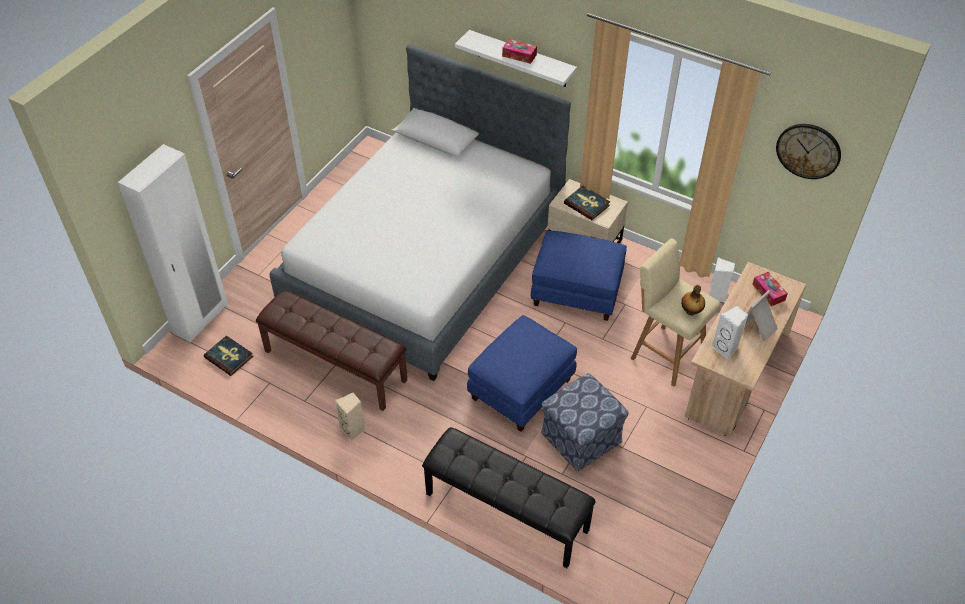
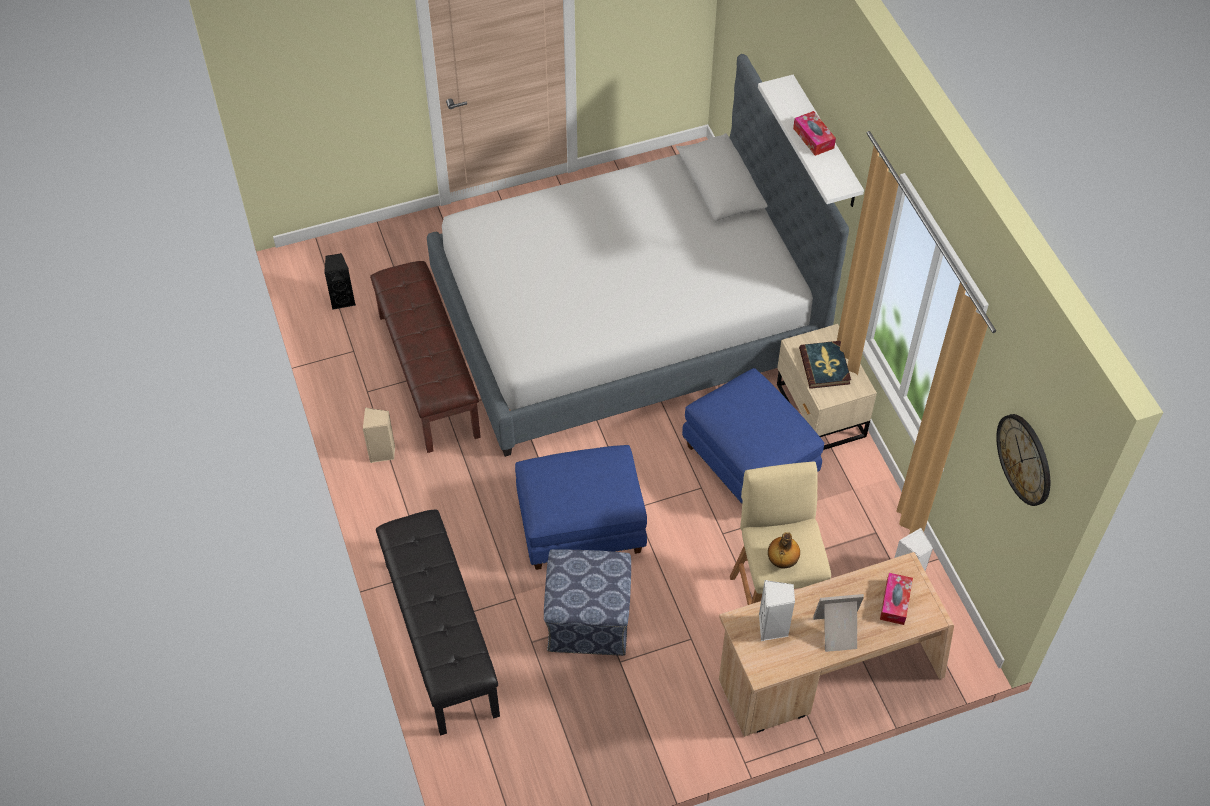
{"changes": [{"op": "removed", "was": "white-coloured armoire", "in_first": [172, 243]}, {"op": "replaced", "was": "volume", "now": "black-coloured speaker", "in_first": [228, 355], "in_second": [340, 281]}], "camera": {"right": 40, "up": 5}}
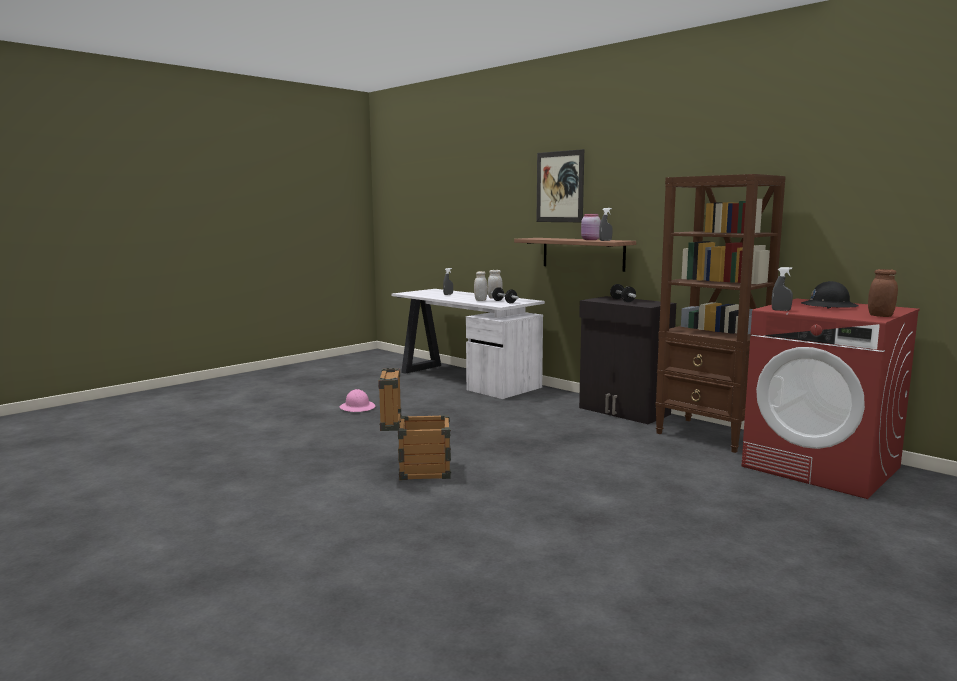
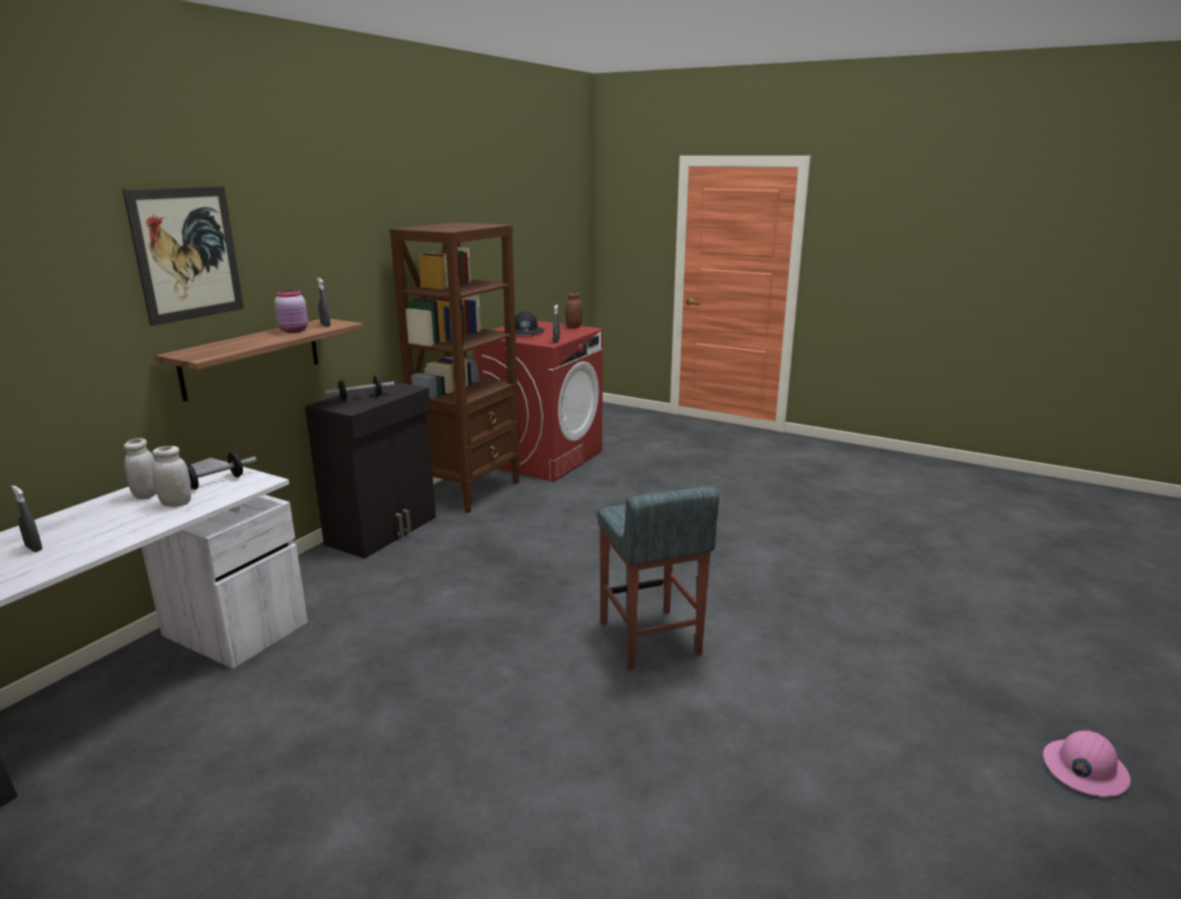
{"changes": [{"op": "moved", "was": "pinkish safety helmet", "in_first": [357, 400], "in_second": [1087, 764]}, {"op": "replaced", "was": "packing crate", "now": "gray stool", "in_first": [414, 424], "in_second": [658, 578]}], "camera": {"right": -105, "up": 10}}
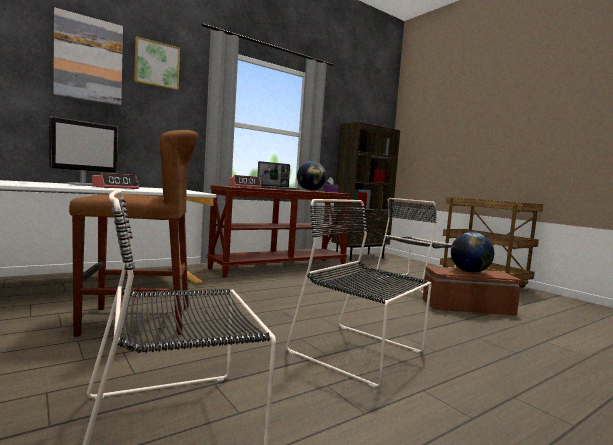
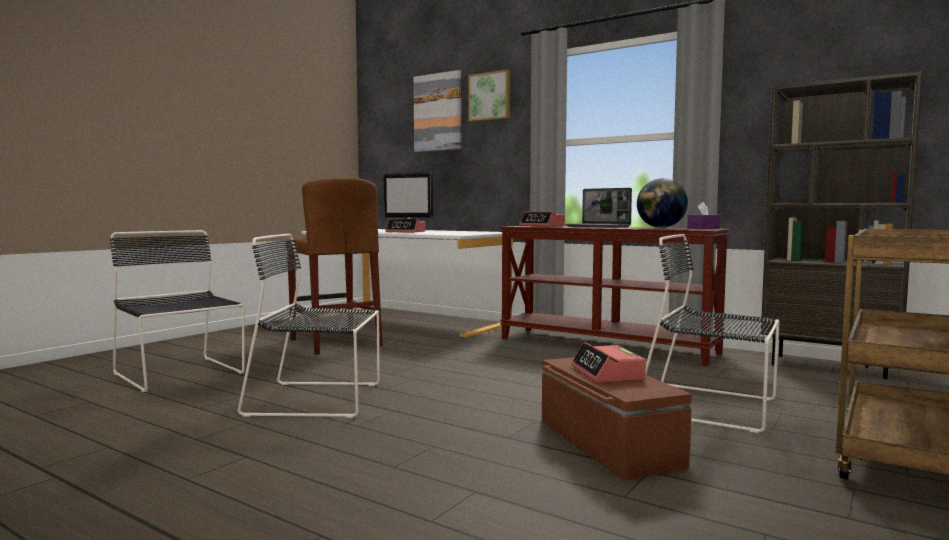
{"changes": [{"op": "replaced", "was": "globe", "now": "alarm clock", "in_first": [472, 252], "in_second": [608, 362]}, {"op": "turned", "was": "black-coloured upright chair", "in_first": [358, 293], "in_second": [309, 326], "clockwise": -105}], "camera": {"right": 70, "up": 0}}
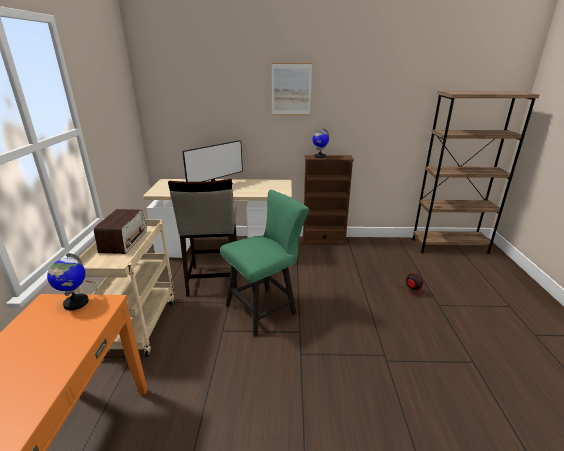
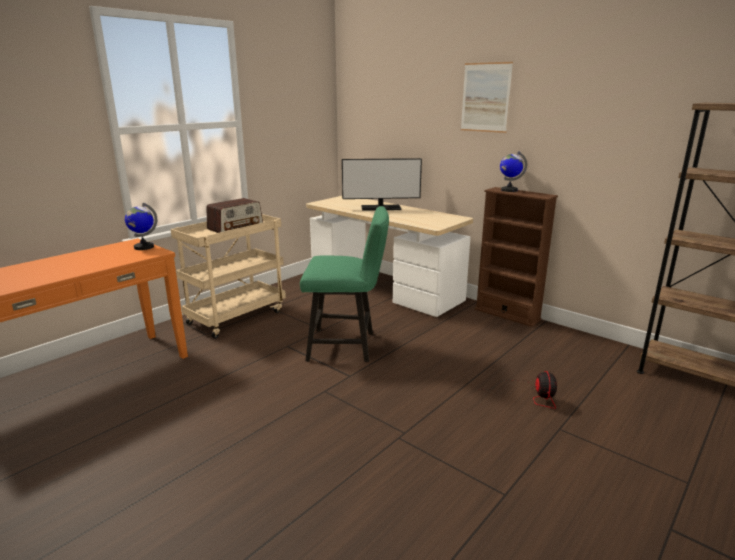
{"changes": [{"op": "removed", "was": "beige-coloured stool", "in_first": [202, 237]}], "camera": {"right": 40, "up": -5}}
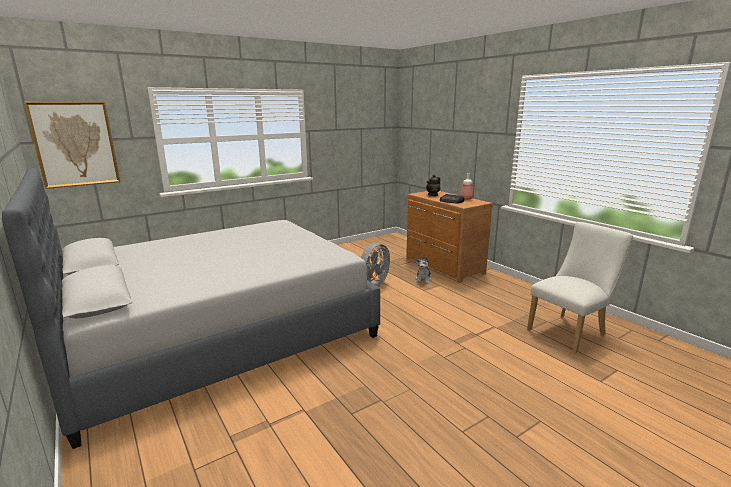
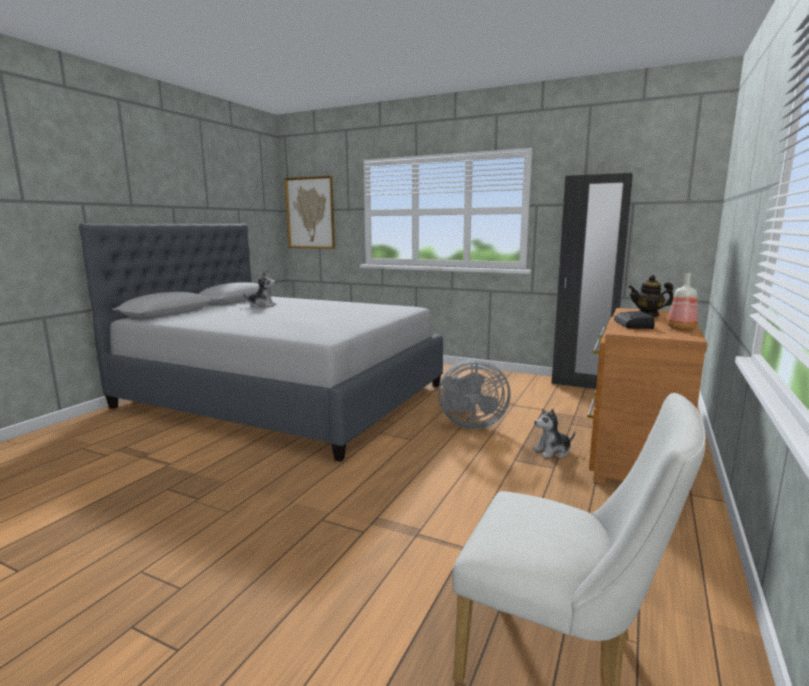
{"changes": [{"op": "added", "now": "soft toy", "in_second": [259, 290]}, {"op": "added", "now": "black-coloured armoire", "in_second": [592, 281]}], "camera": {"right": 60, "up": -5}}
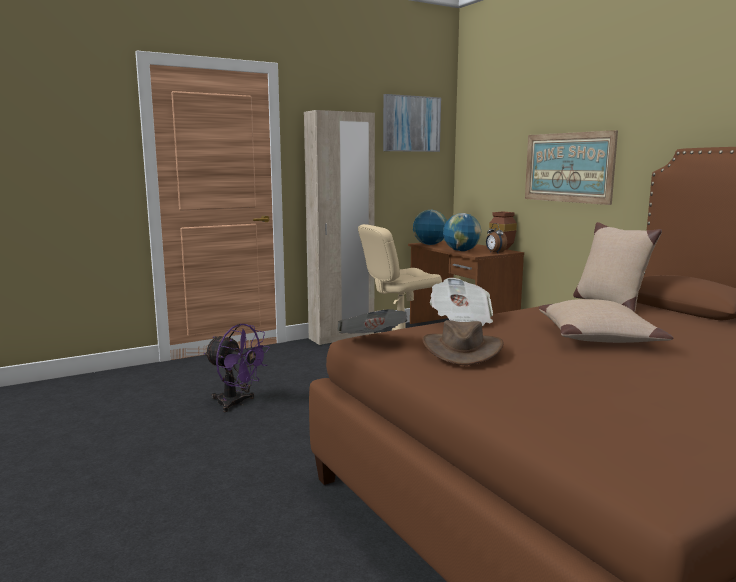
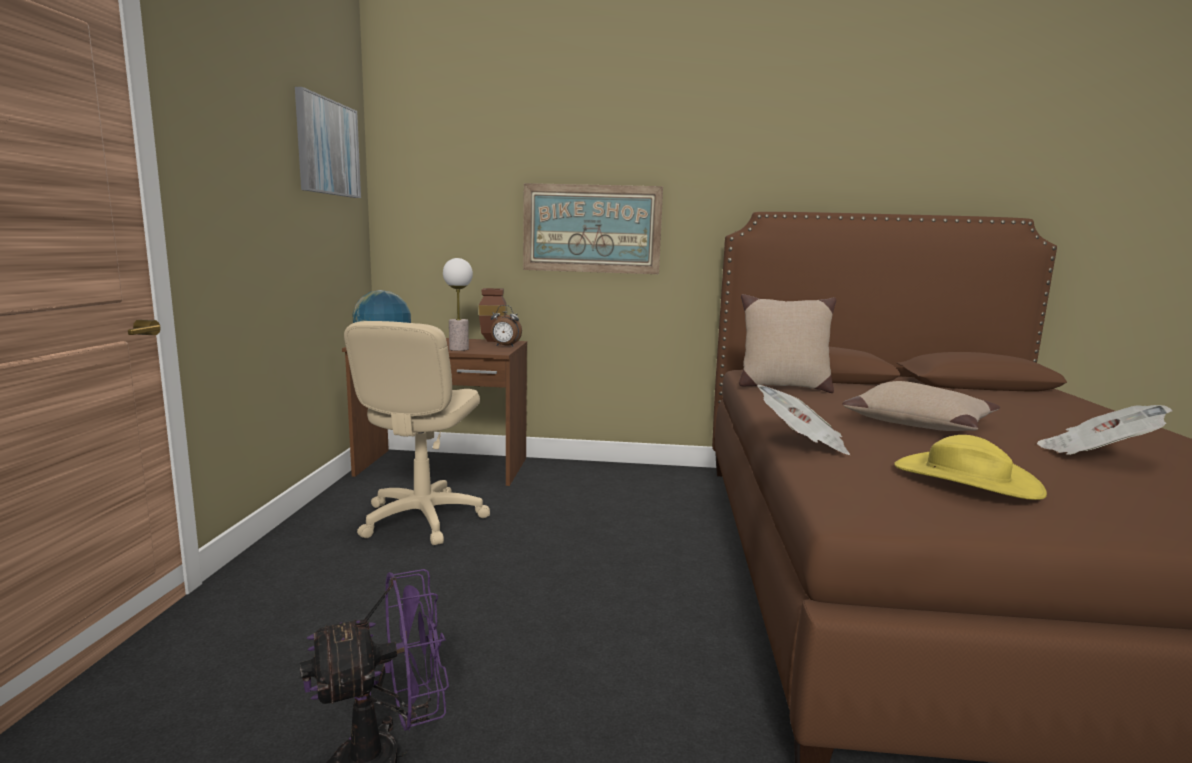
{"changes": [{"op": "removed", "was": "beige-coloured armoire", "in_first": [339, 227]}, {"op": "moved", "was": "daily paper", "in_first": [373, 321], "in_second": [1105, 430]}, {"op": "replaced", "was": "globe", "now": "table lamp", "in_first": [462, 232], "in_second": [458, 304]}, {"op": "recoloured", "was": "brown-coloured wearable hat", "now": "yellow wearable hat", "in_first": [462, 342], "in_second": [970, 467]}], "camera": {"right": -55, "up": 0}}
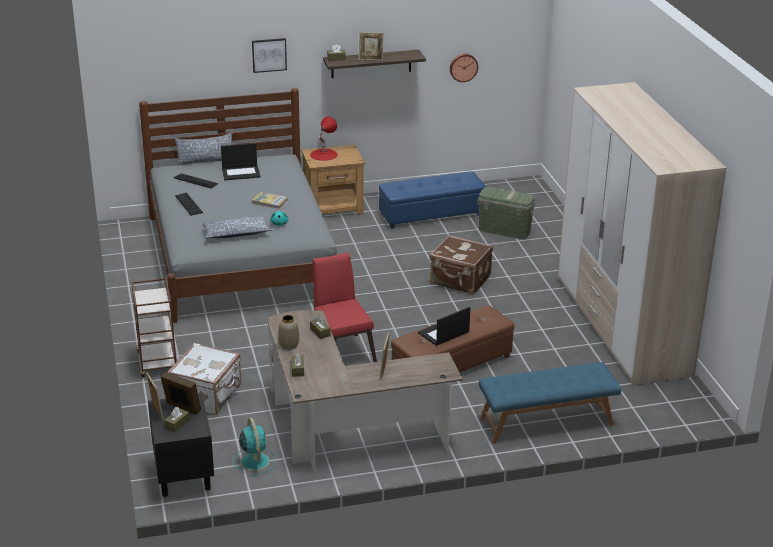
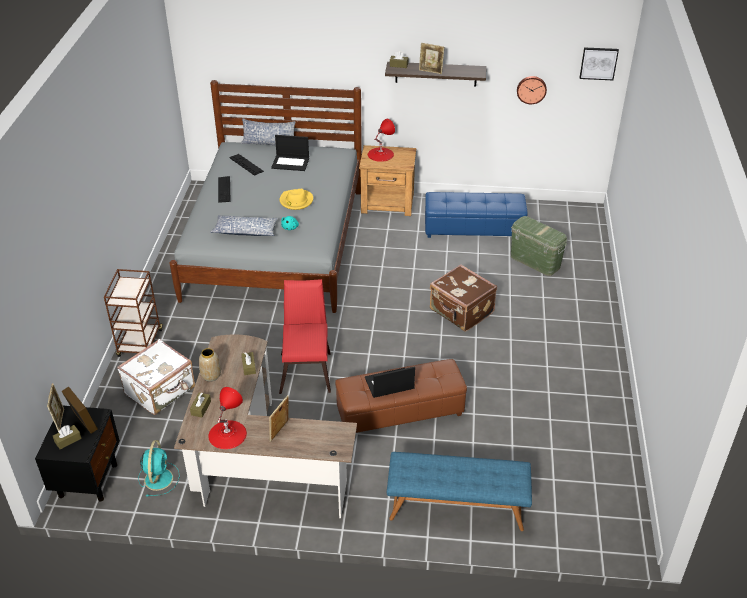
{"changes": [{"op": "removed", "was": "armoire", "in_first": [642, 233]}, {"op": "added", "now": "reddish table lamp", "in_second": [227, 418]}, {"op": "moved", "was": "wall art", "in_first": [269, 55], "in_second": [599, 63]}, {"op": "replaced", "was": "volume", "now": "yellow wearable hat", "in_first": [270, 200], "in_second": [296, 199]}], "camera": {"right": 20, "up": 10}}
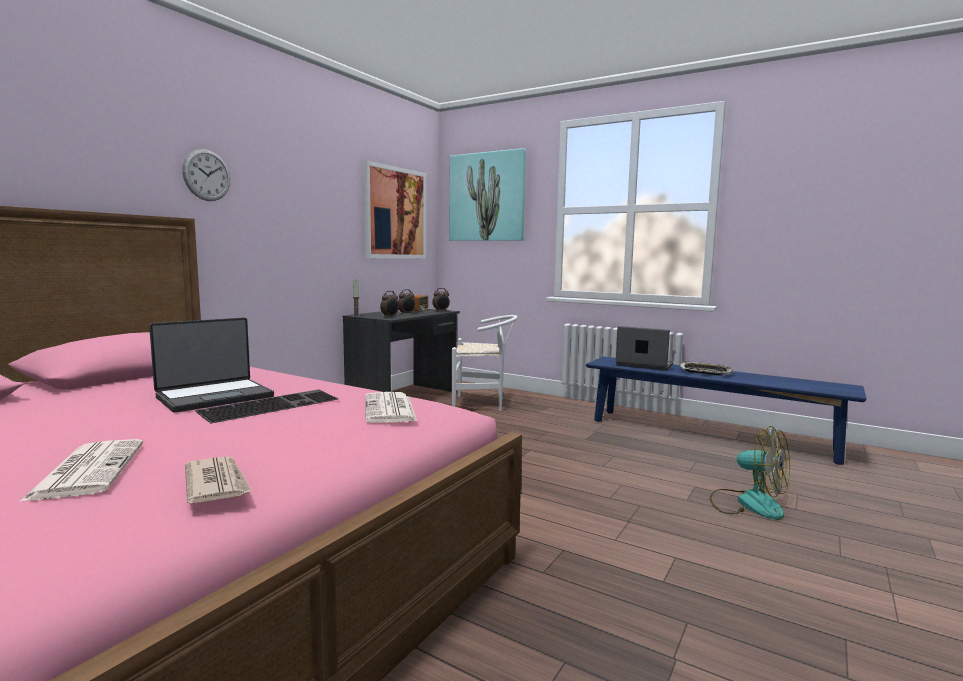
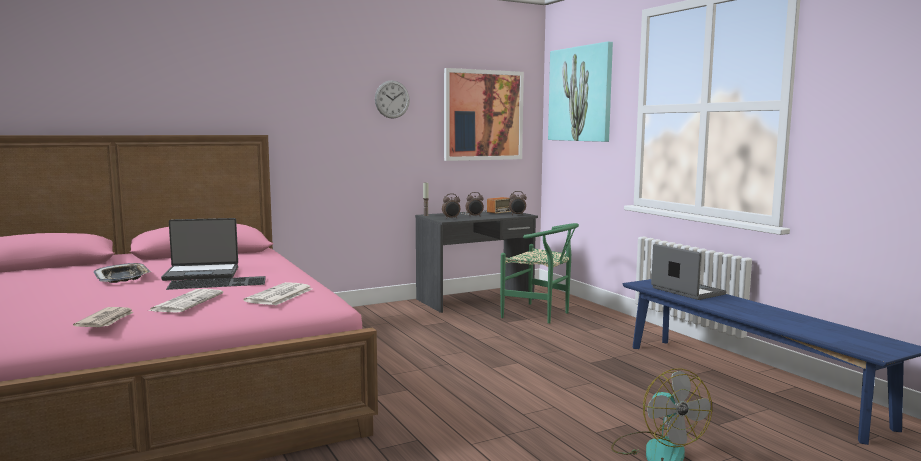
{"changes": [{"op": "moved", "was": "daily paper", "in_first": [81, 470], "in_second": [185, 301]}, {"op": "moved", "was": "hanging clock", "in_first": [206, 175], "in_second": [392, 99]}, {"op": "moved", "was": "serving tray", "in_first": [705, 369], "in_second": [122, 273]}, {"op": "recoloured", "was": "white-coloured upright chair", "now": "green upright chair", "in_first": [485, 363], "in_second": [539, 273]}], "camera": {"right": 30, "up": 0}}
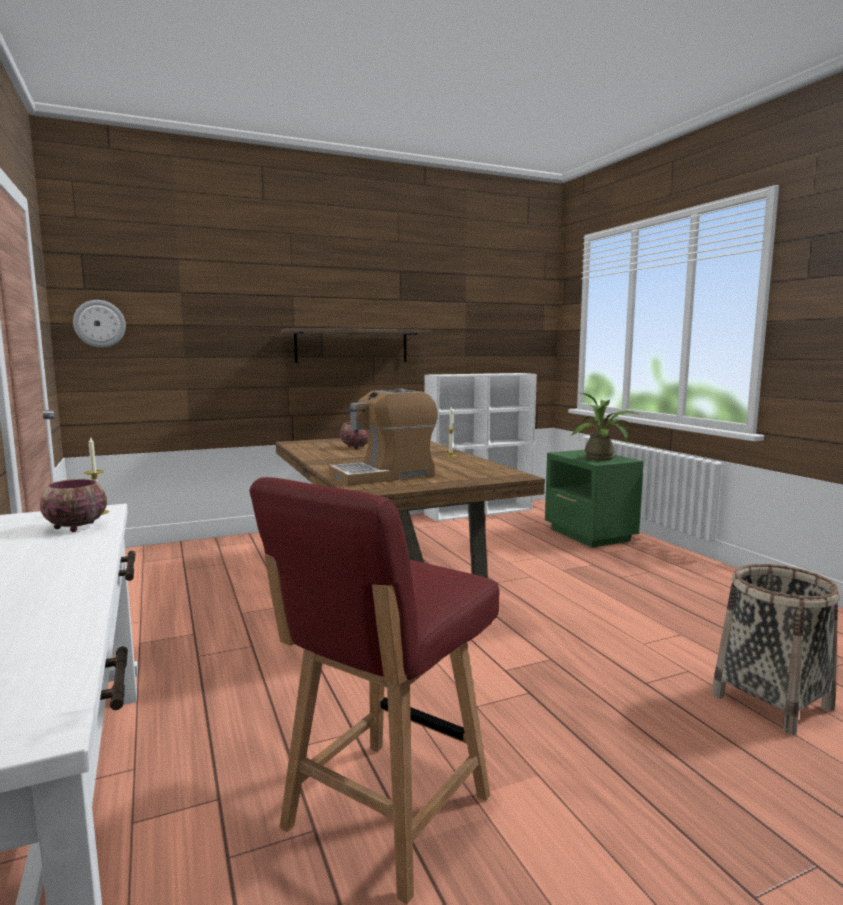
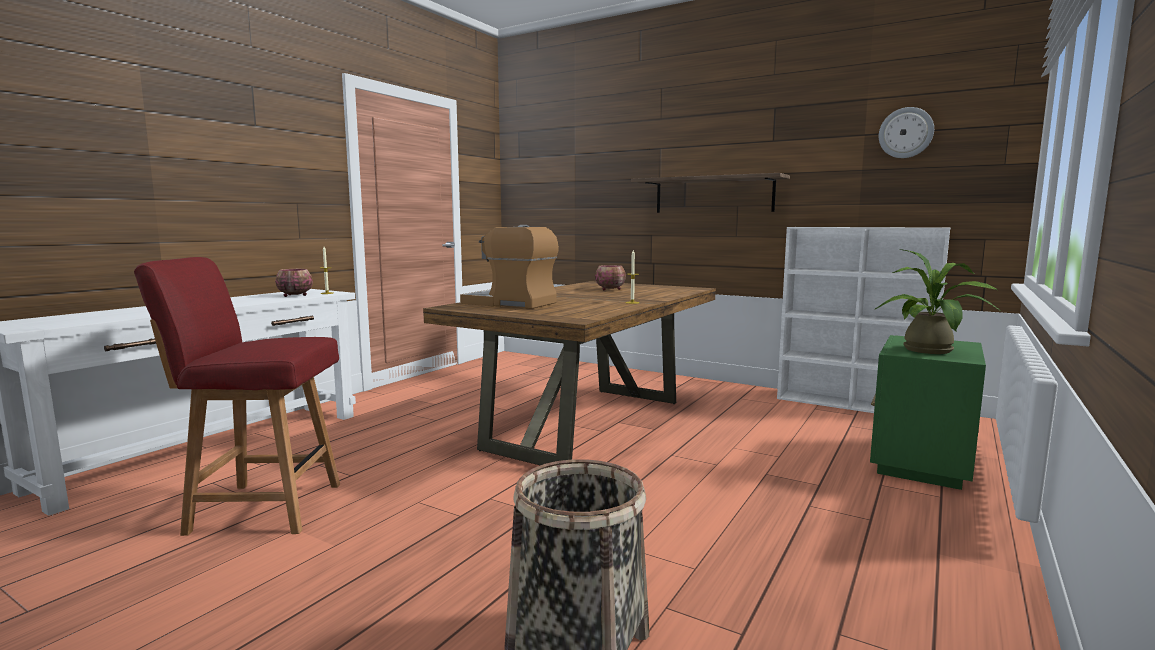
{"changes": [{"op": "moved", "was": "hanging clock", "in_first": [99, 324], "in_second": [906, 132]}], "camera": {"right": 55, "up": 0}}
